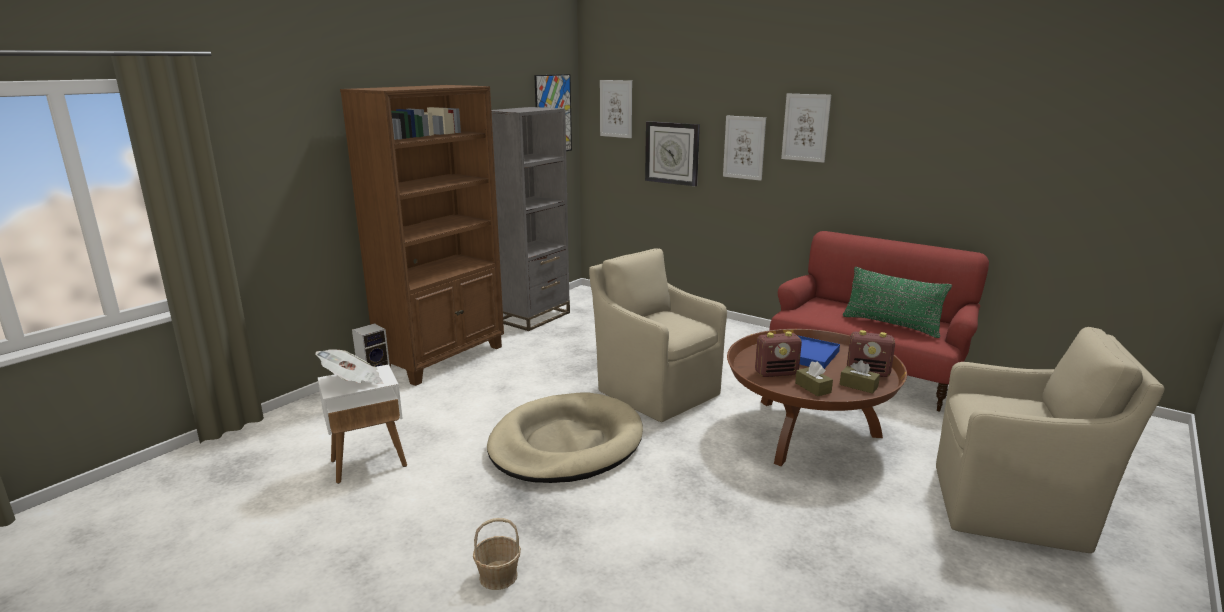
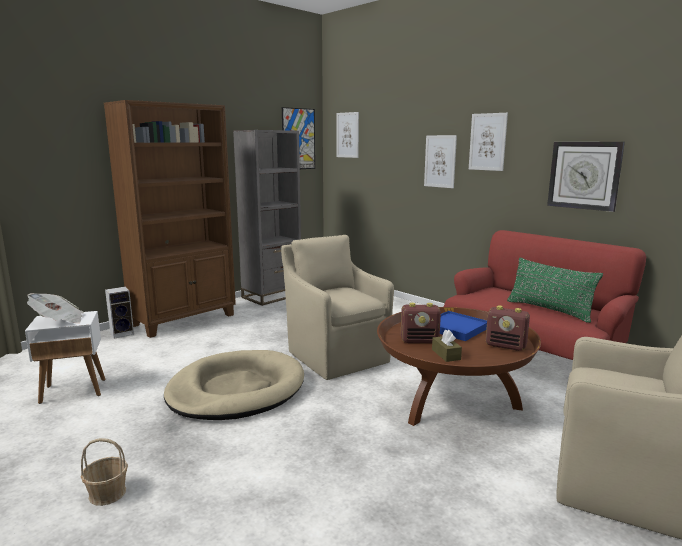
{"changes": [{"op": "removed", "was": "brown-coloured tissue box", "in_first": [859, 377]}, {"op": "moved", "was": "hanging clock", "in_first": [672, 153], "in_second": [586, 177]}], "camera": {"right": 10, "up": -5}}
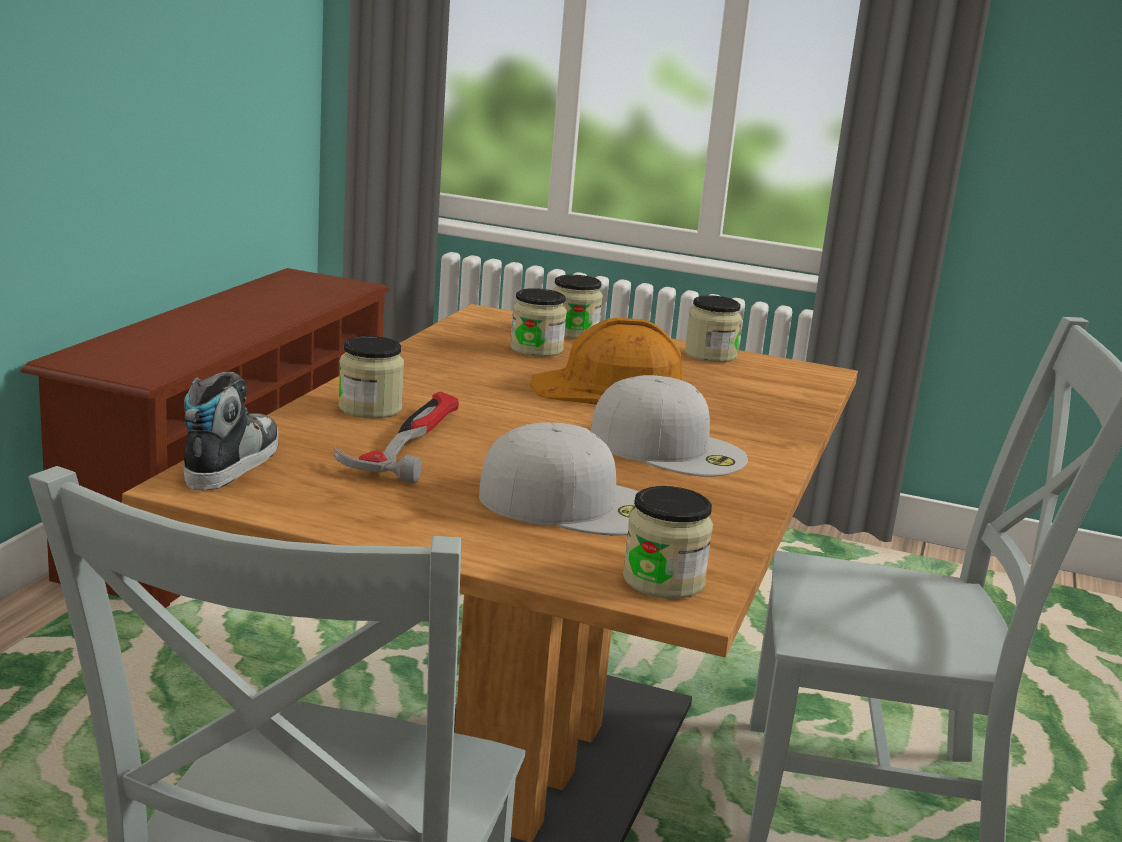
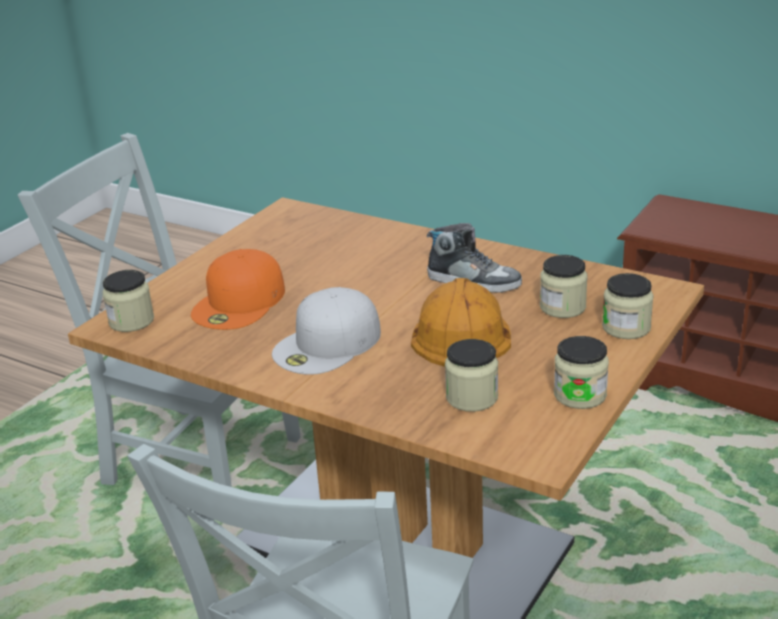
{"changes": [{"op": "removed", "was": "tool hammer", "in_first": [396, 437]}, {"op": "moved", "was": "shoe", "in_first": [230, 431], "in_second": [474, 258]}, {"op": "moved", "was": "jar", "in_first": [371, 377], "in_second": [471, 375]}, {"op": "recoloured", "was": "white-coloured baseball cap", "now": "orangey baseball cap", "in_first": [559, 479], "in_second": [238, 289]}], "camera": {"right": 105, "up": 10}}
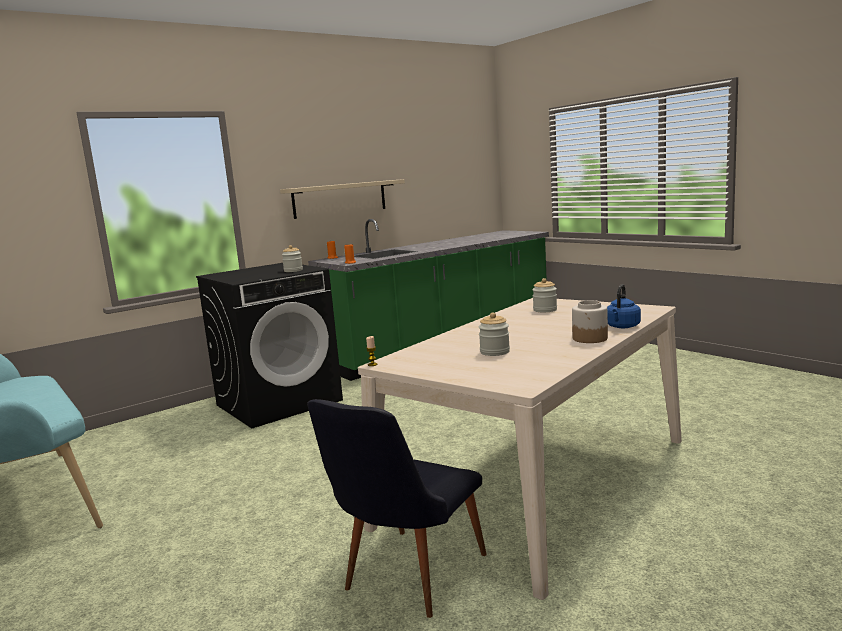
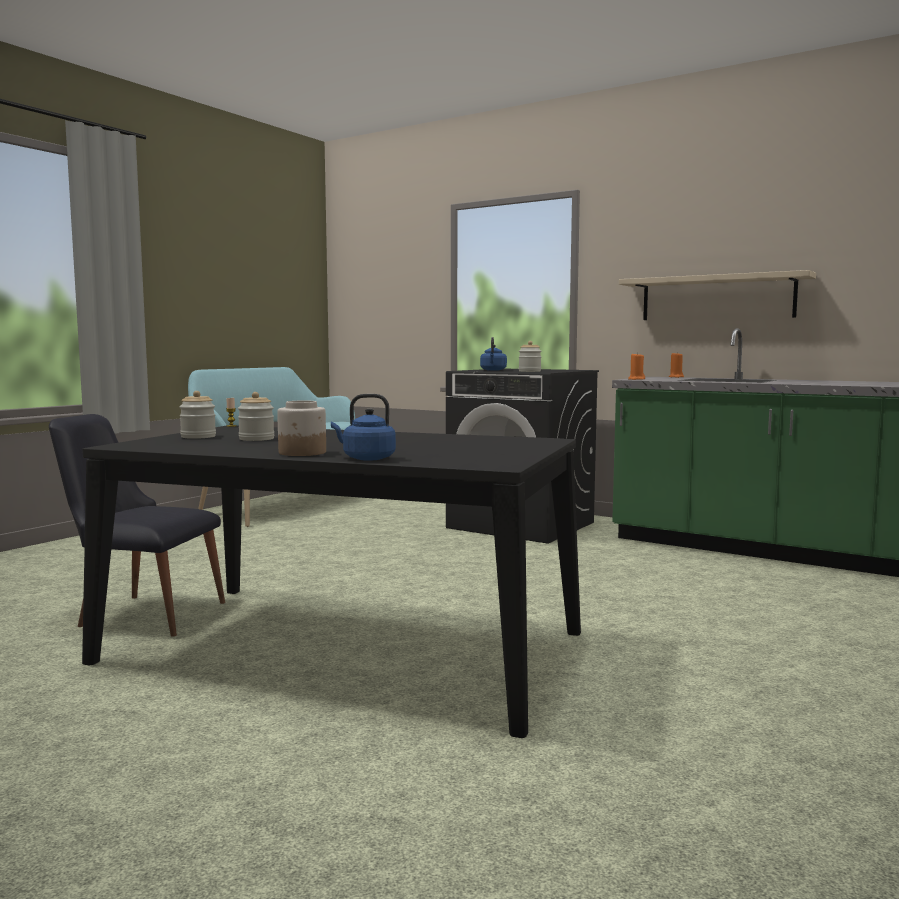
{"changes": [{"op": "added", "now": "blue kettle", "in_second": [493, 354]}, {"op": "moved", "was": "jar", "in_first": [544, 295], "in_second": [197, 415]}, {"op": "recoloured", "was": "beige-coloured dinner table", "now": "black-coloured dinner table", "in_first": [520, 449], "in_second": [331, 582]}], "camera": {"right": 70, "up": -5}}
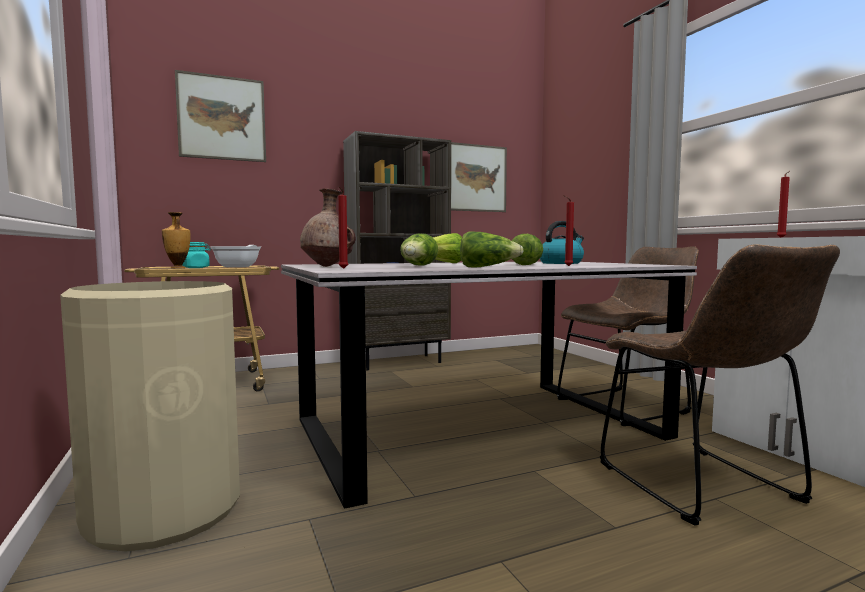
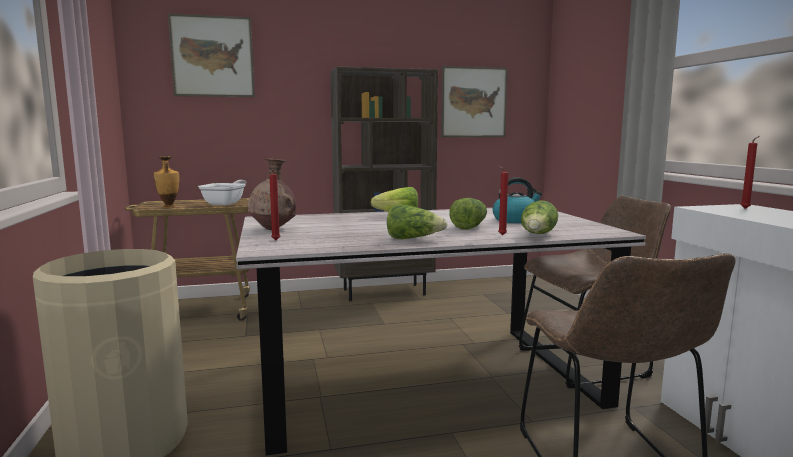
{"changes": [{"op": "removed", "was": "turquoise-coloured jar", "in_first": [196, 255]}, {"op": "moved", "was": "head of lettuce", "in_first": [419, 249], "in_second": [539, 217]}], "camera": {"right": 10, "up": 5}}
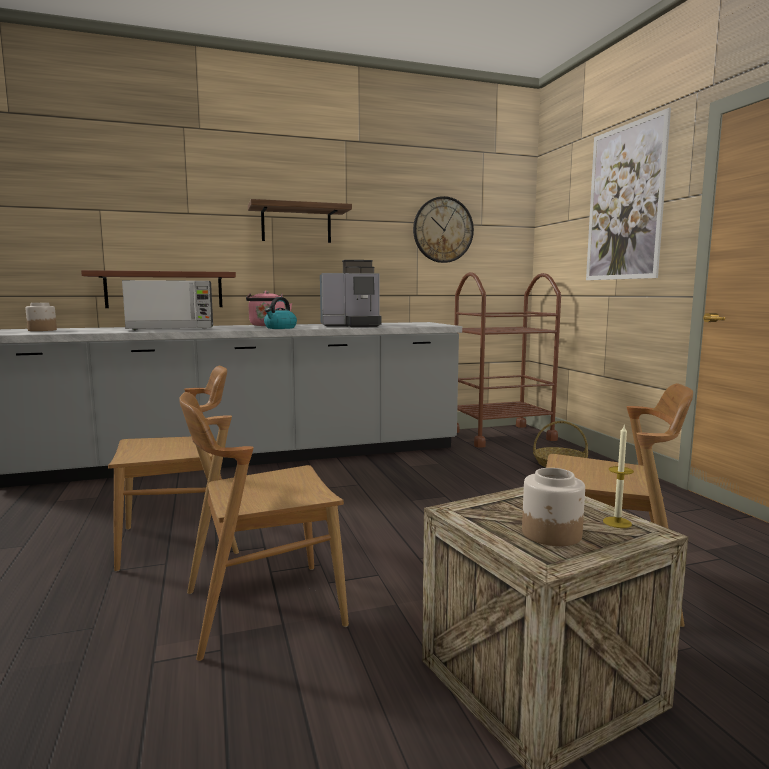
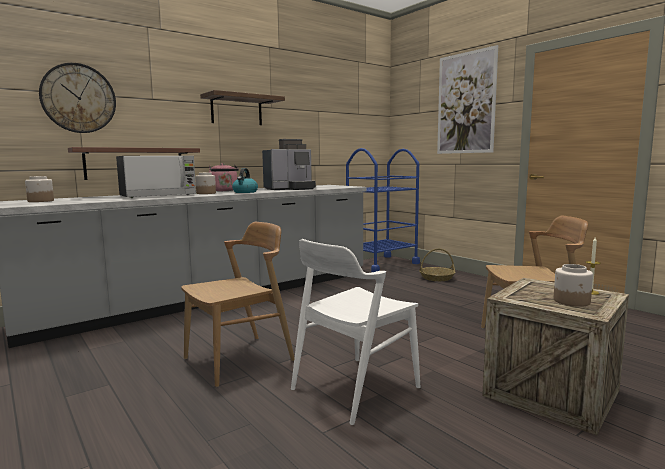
{"changes": [{"op": "added", "now": "jar", "in_second": [205, 183]}, {"op": "moved", "was": "hanging clock", "in_first": [443, 229], "in_second": [77, 98]}, {"op": "recoloured", "was": "brown-coloured upright chair", "now": "white-coloured upright chair", "in_first": [264, 526], "in_second": [356, 332]}, {"op": "recoloured", "was": "brown-coloured cart", "now": "blue cart", "in_first": [508, 360], "in_second": [383, 210]}], "camera": {"right": -20, "up": 0}}
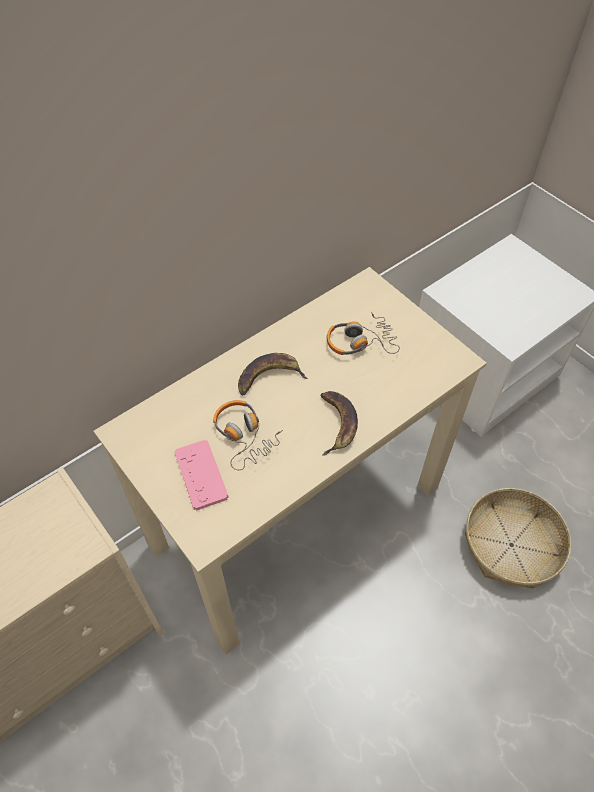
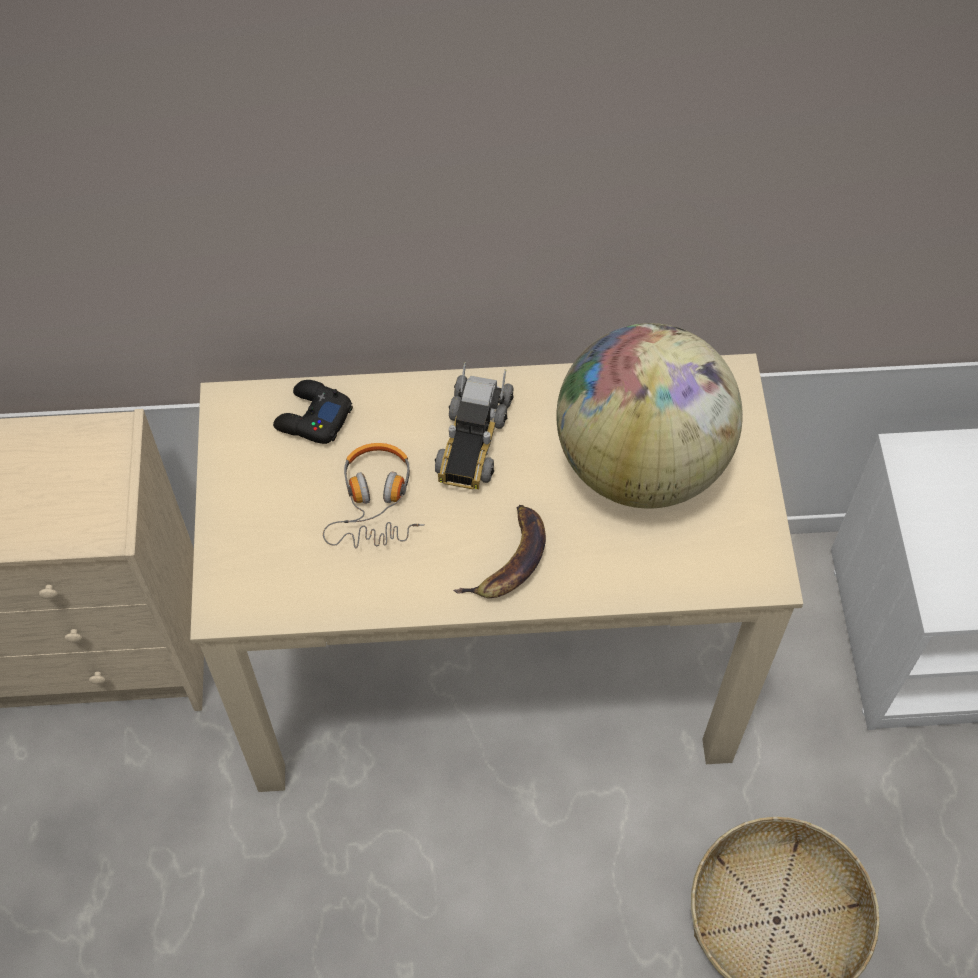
{"changes": [{"op": "removed", "was": "pinkish gamepad", "in_first": [201, 475]}, {"op": "added", "now": "black-coloured gamepad", "in_second": [313, 412]}, {"op": "replaced", "was": "banana", "now": "toy truck", "in_first": [273, 374], "in_second": [474, 425]}, {"op": "replaced", "was": "headphones", "now": "globe", "in_first": [363, 333], "in_second": [649, 415]}], "camera": {"right": 35, "up": 5}}
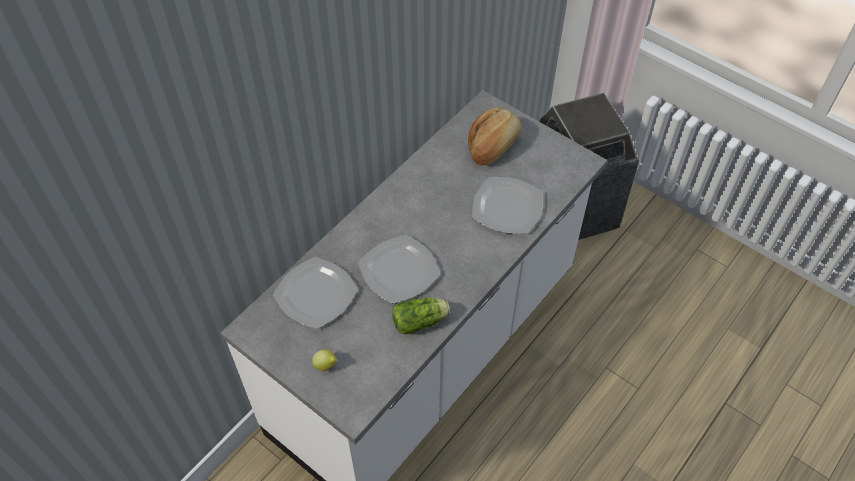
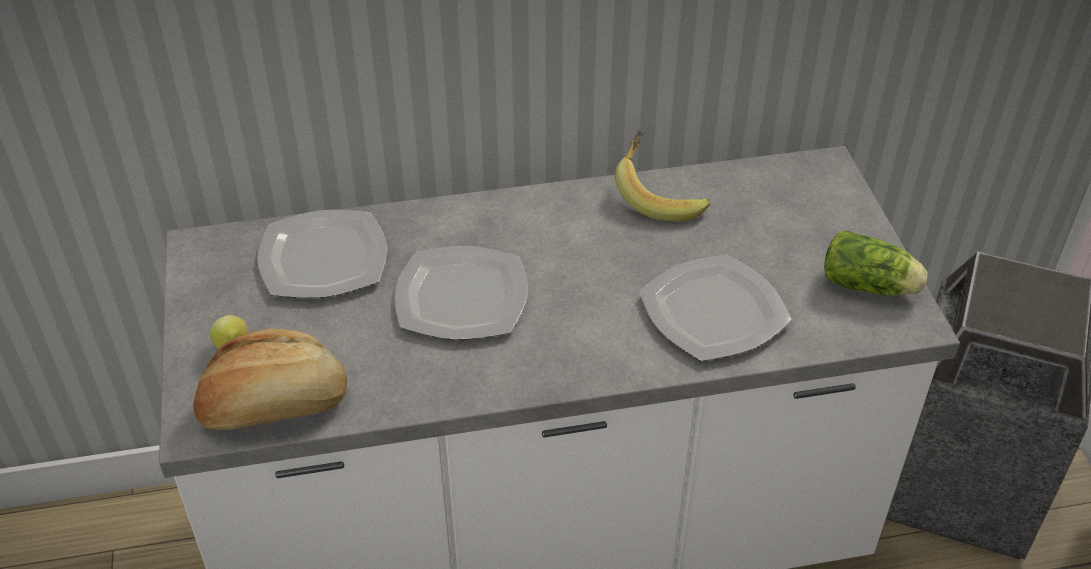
{"changes": [{"op": "added", "now": "banana", "in_second": [662, 175]}, {"op": "moved", "was": "head of lettuce", "in_first": [421, 316], "in_second": [875, 263]}, {"op": "moved", "was": "bread", "in_first": [495, 137], "in_second": [270, 379]}], "camera": {"right": 40, "up": -10}}
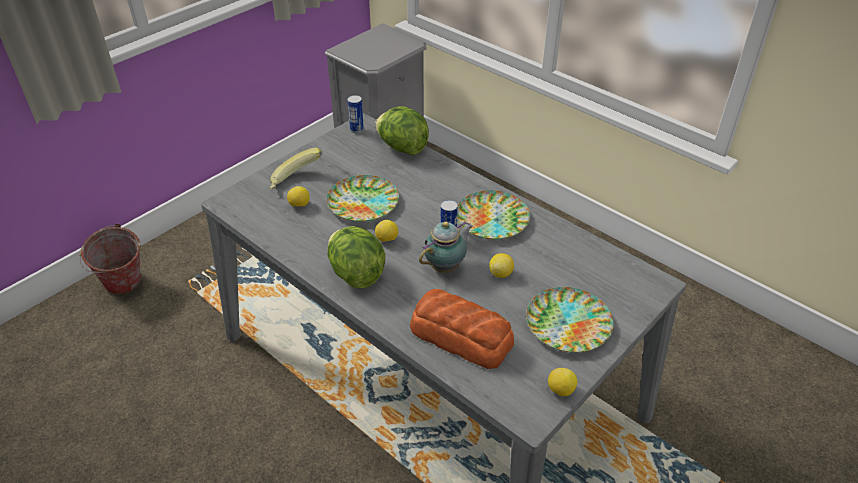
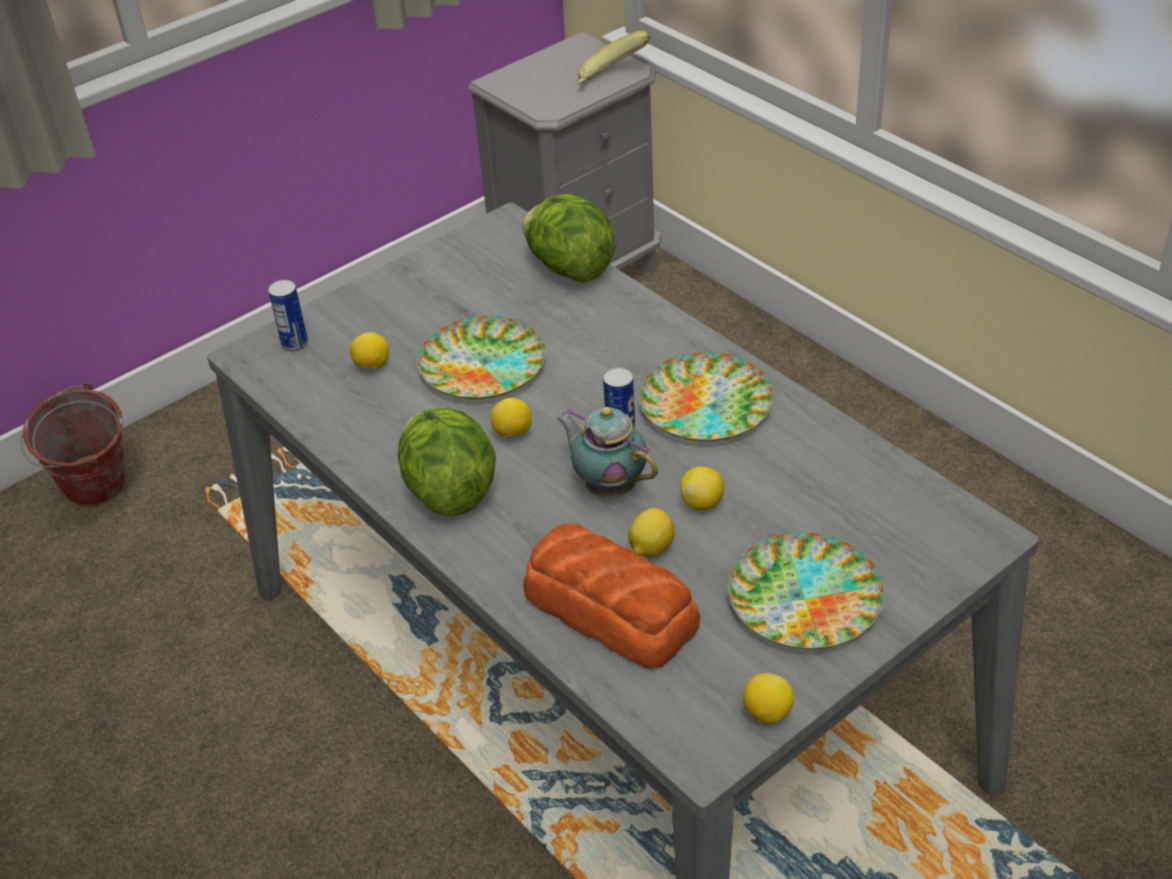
{"changes": [{"op": "added", "now": "whole lemon", "in_second": [651, 533]}, {"op": "moved", "was": "banana", "in_first": [295, 168], "in_second": [614, 57]}, {"op": "moved", "was": "metal can", "in_first": [355, 114], "in_second": [288, 315]}, {"op": "turned", "was": "teapot", "in_first": [446, 247], "in_second": [607, 452], "clockwise": -105}], "camera": {"right": 10, "up": 0}}
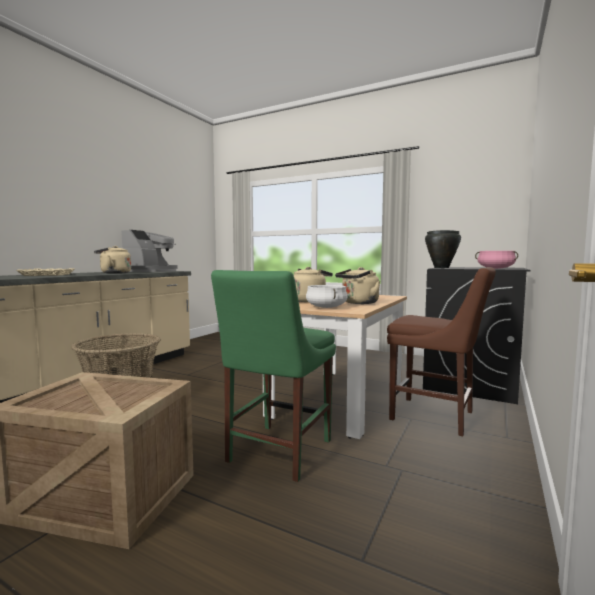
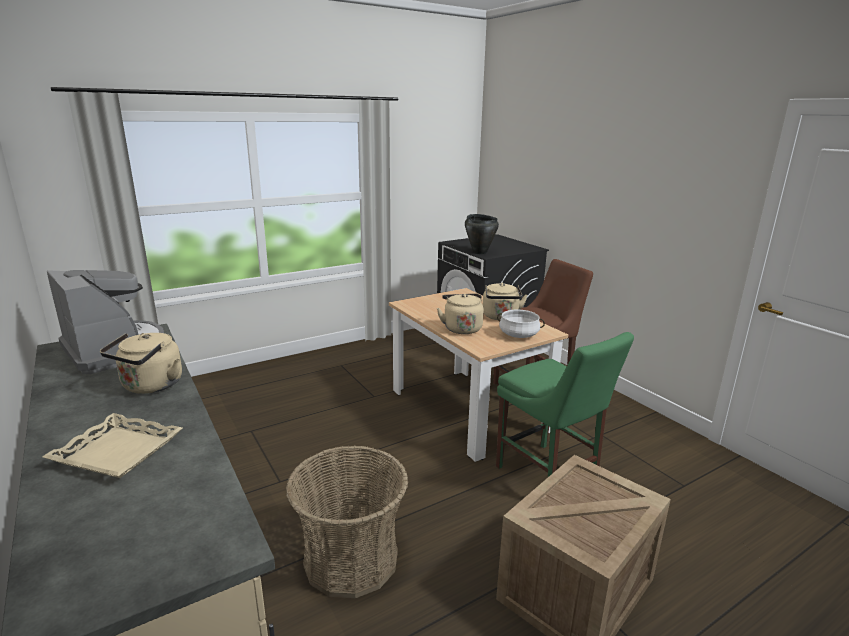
{"changes": [{"op": "removed", "was": "pinkish cooking pot", "in_first": [496, 260]}], "camera": {"right": -60, "up": 15}}
